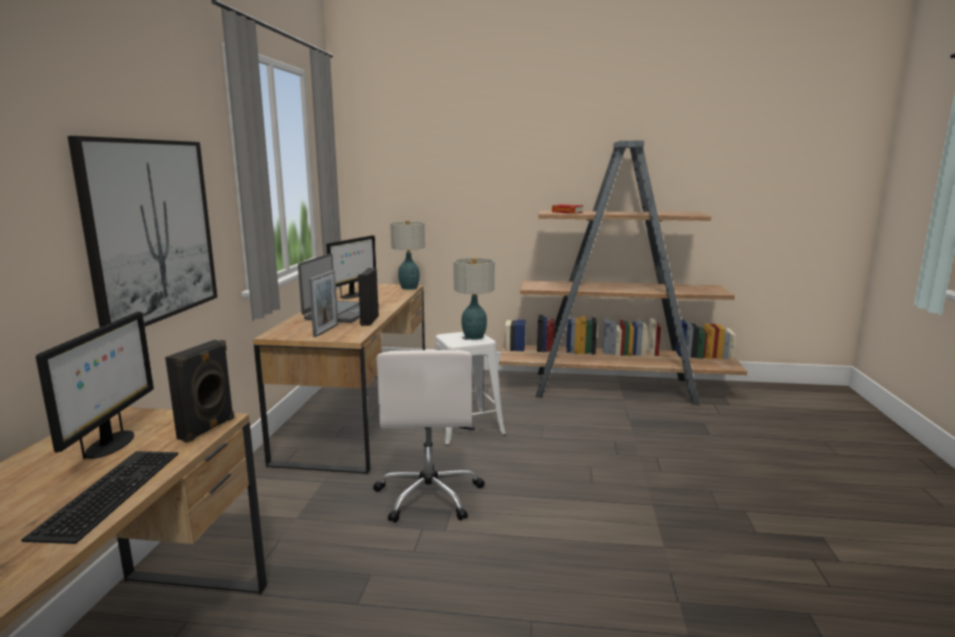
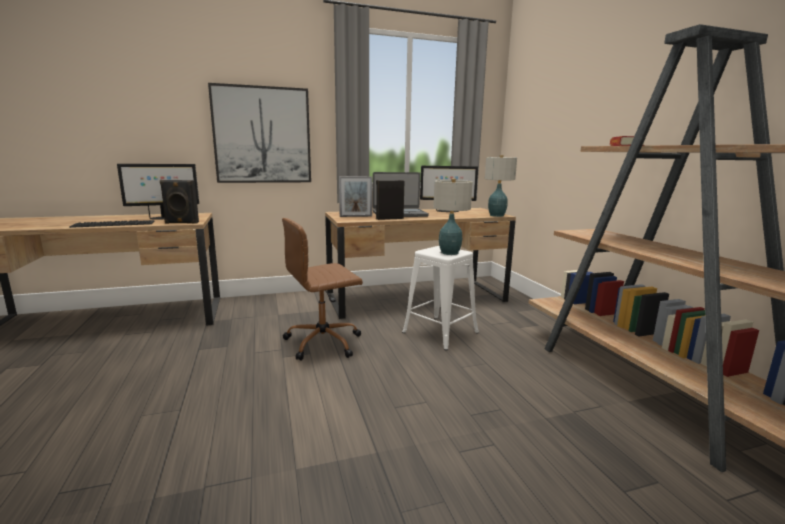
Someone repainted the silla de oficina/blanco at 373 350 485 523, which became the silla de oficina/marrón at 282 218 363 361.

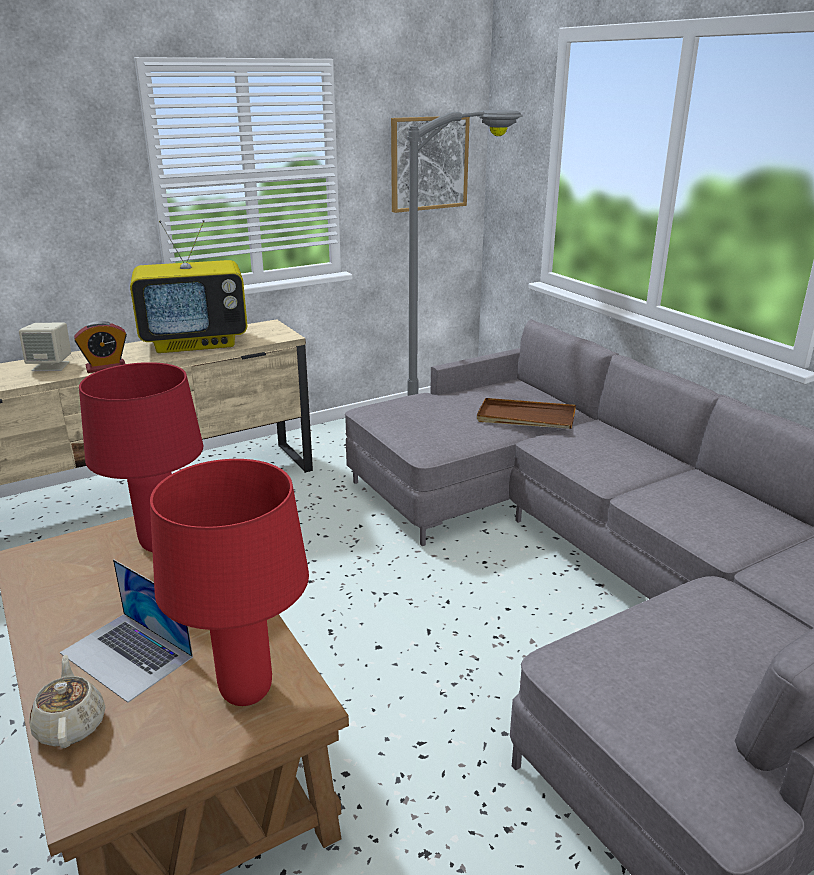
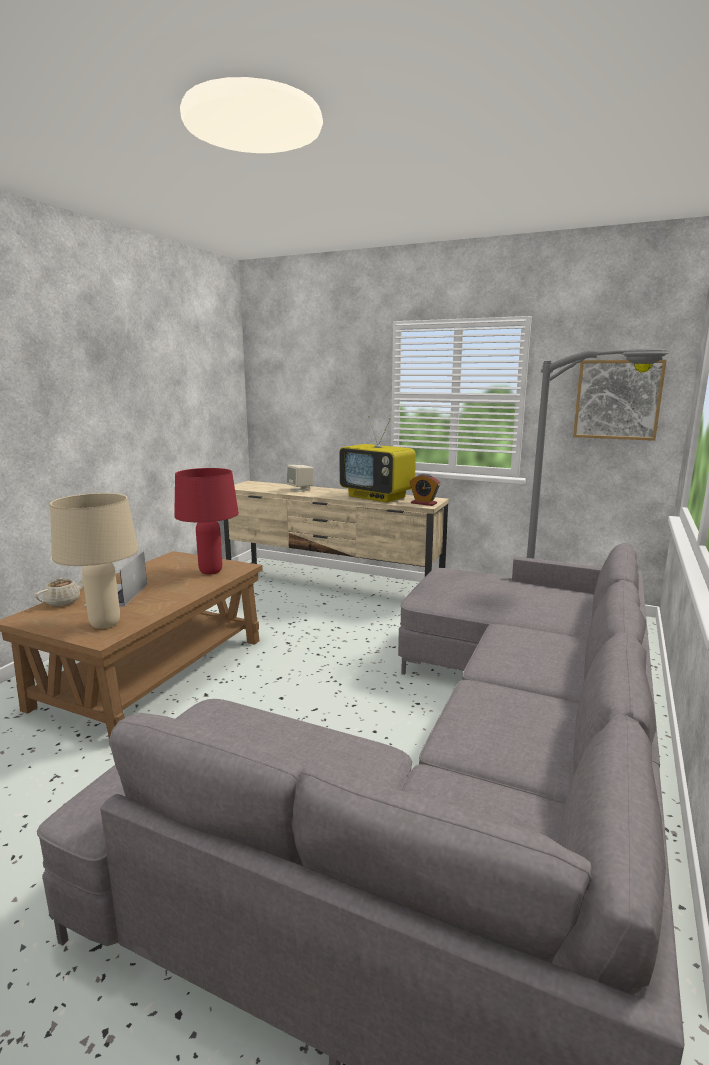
Someone repainted the lámpara de mesa/rojo at 150 459 309 706, which became the lámpara de mesa/beis at 50 493 139 629. Someone carried the despertador from 74 321 127 373 to 410 474 440 506. Someone took away the bandeja/marrón at 477 398 576 429.

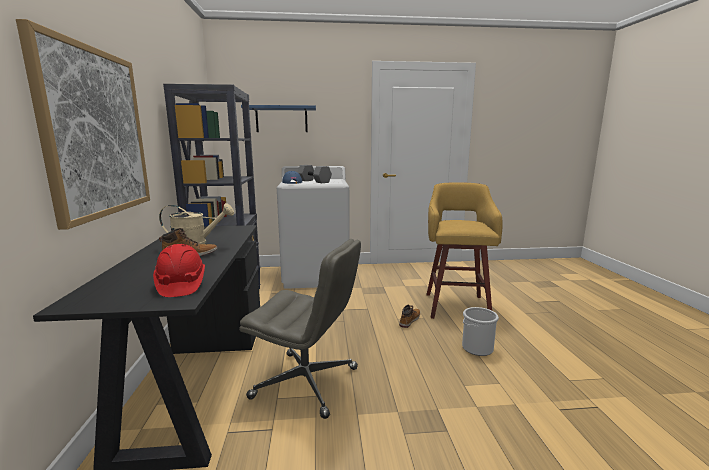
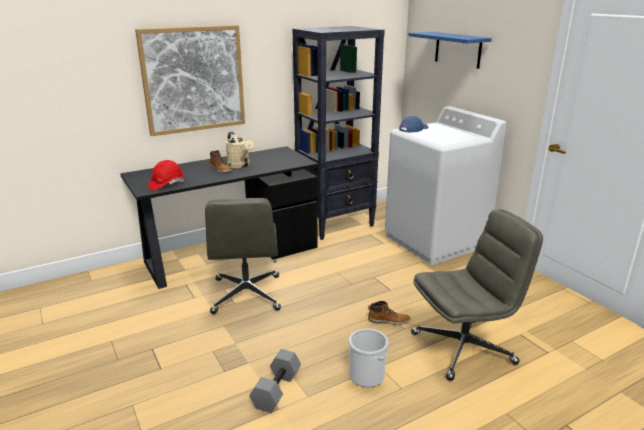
Someone carried the mancuerna/gris from 297 165 332 183 to 249 349 301 413. Someone swapped the taburete/amarillo at 427 182 503 319 for the silla de oficina/gris at 411 209 543 381.

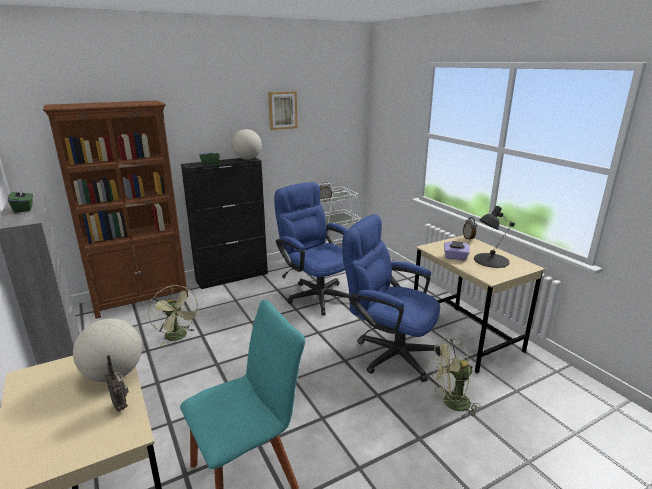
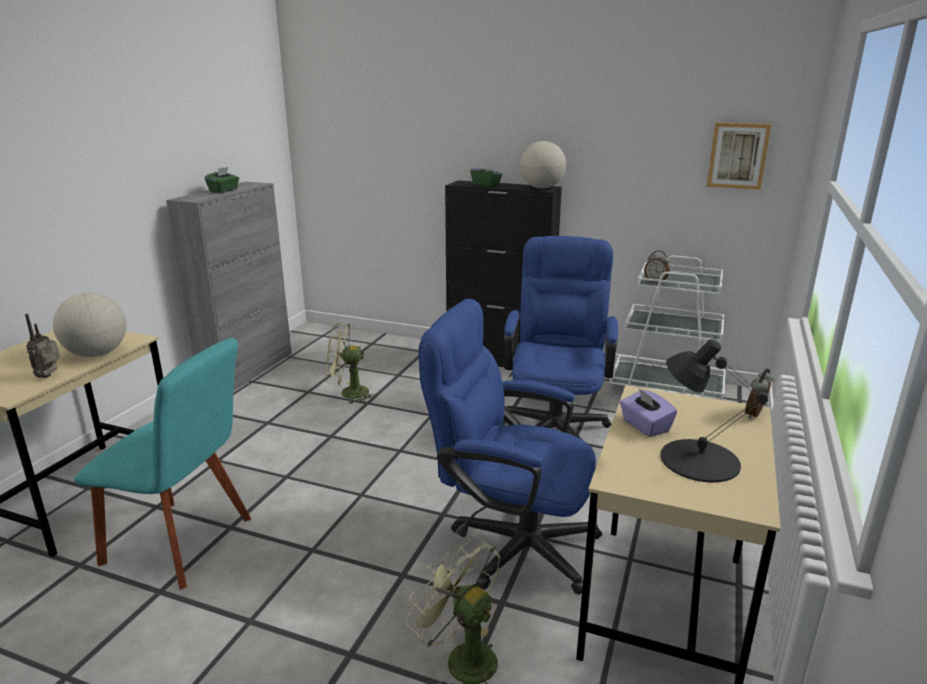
Someone rotated the ventilador/verde at 148 285 200 346 by 75 degrees clockwise. Someone rotated the silla de oficina/azul at 342 214 442 382 by 60 degrees counterclockwise. Someone carried the cuadro from 268 91 298 130 to 707 123 771 190. Someone took away the estantería/marrón at 43 100 188 319.

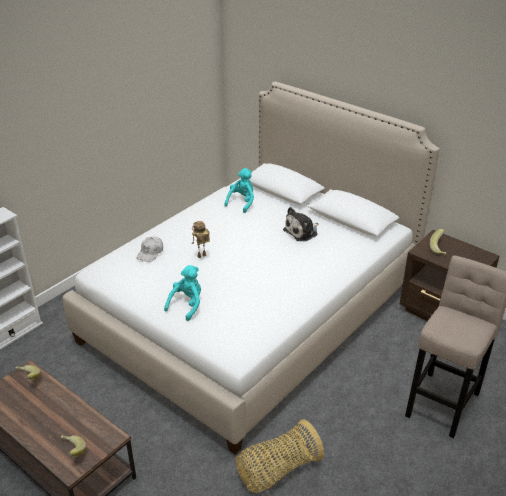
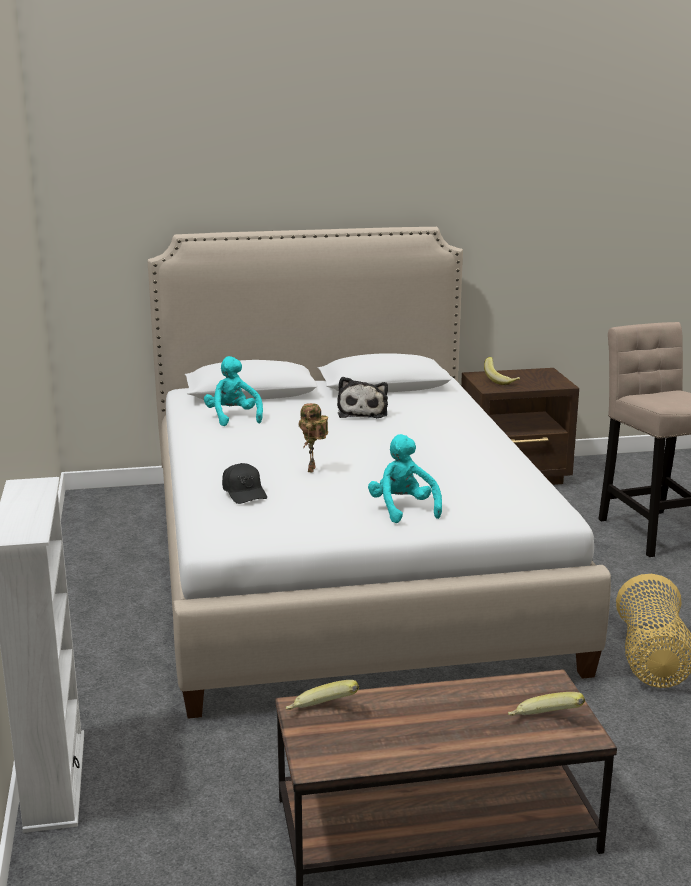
Someone repainted the gorra/blanco at 137 236 163 262, which became the gorra/negro at 222 463 267 504.

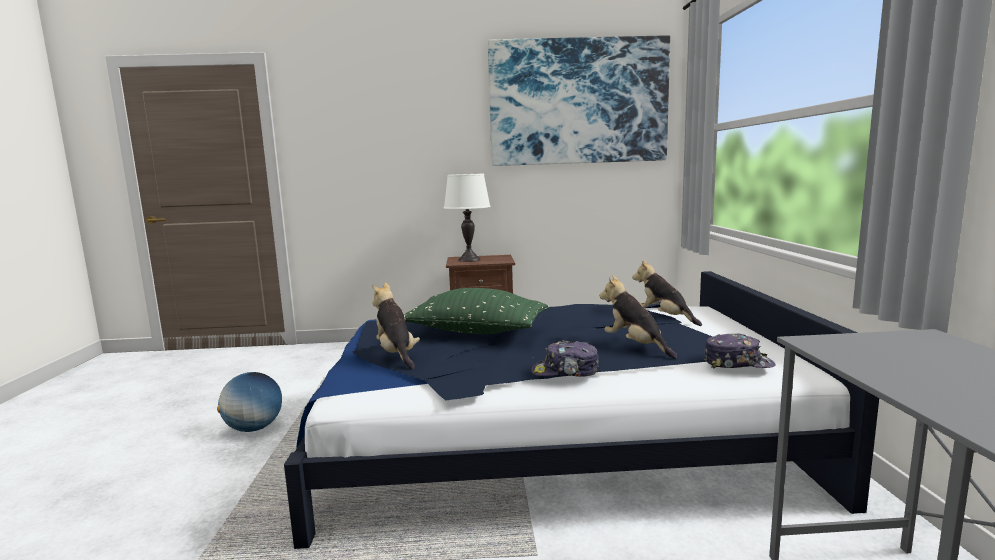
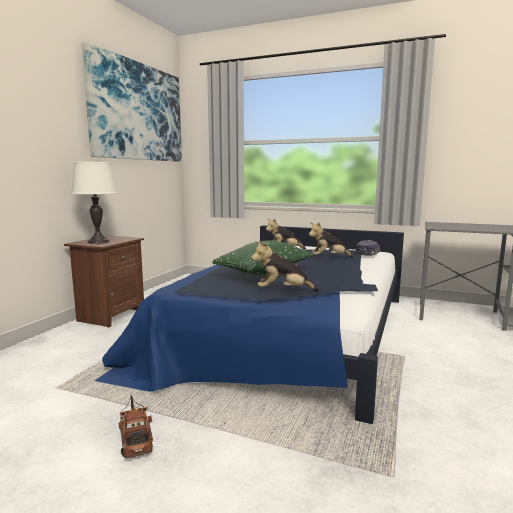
Someone swapped the globo terráqueo at 217 372 282 432 for the camión de juguete at 119 394 153 459. Someone took away the gorra at 531 340 600 377.

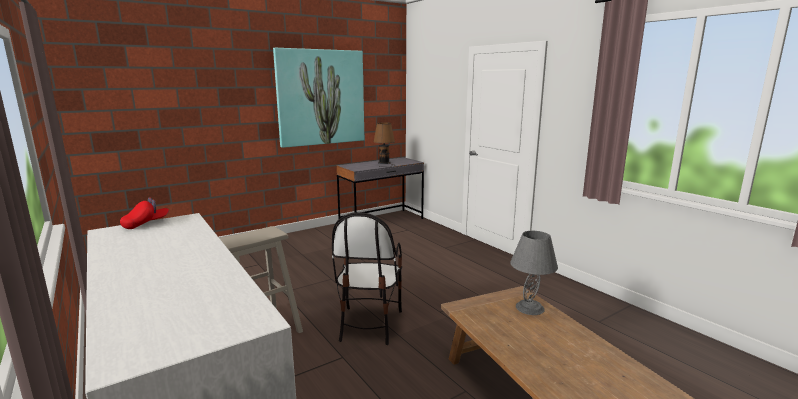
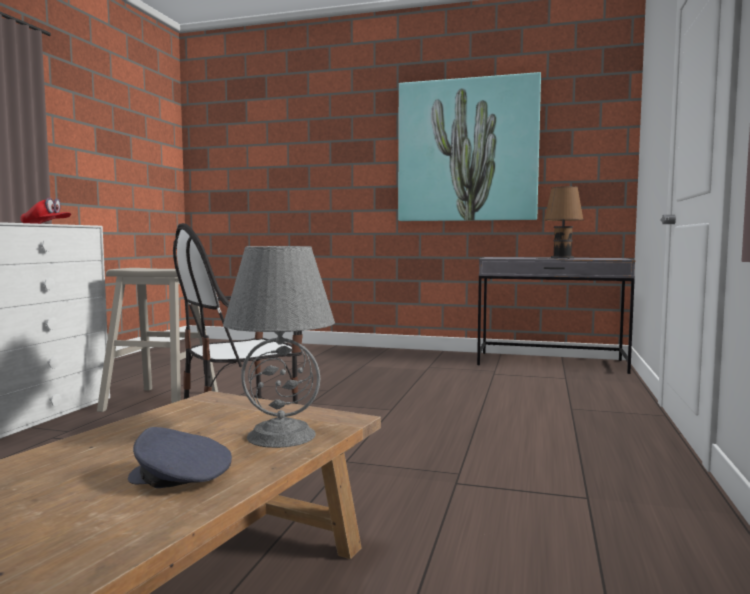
Someone put down the gorra/gris at 128 427 232 488.

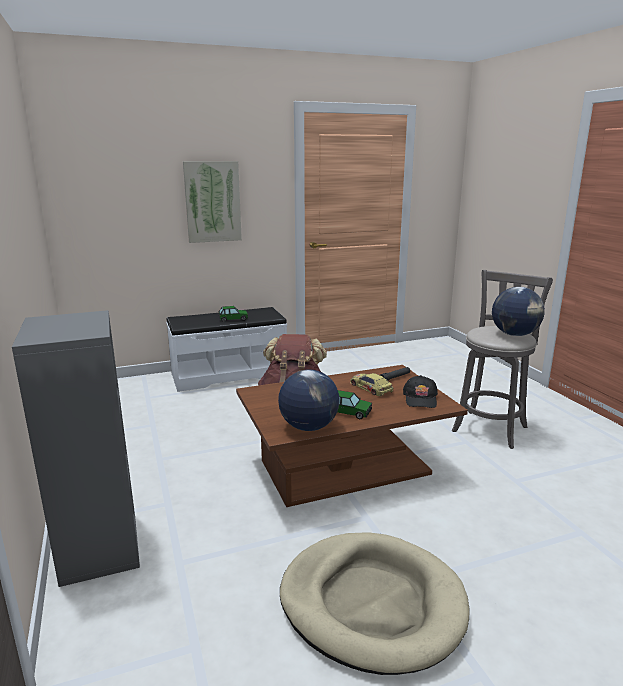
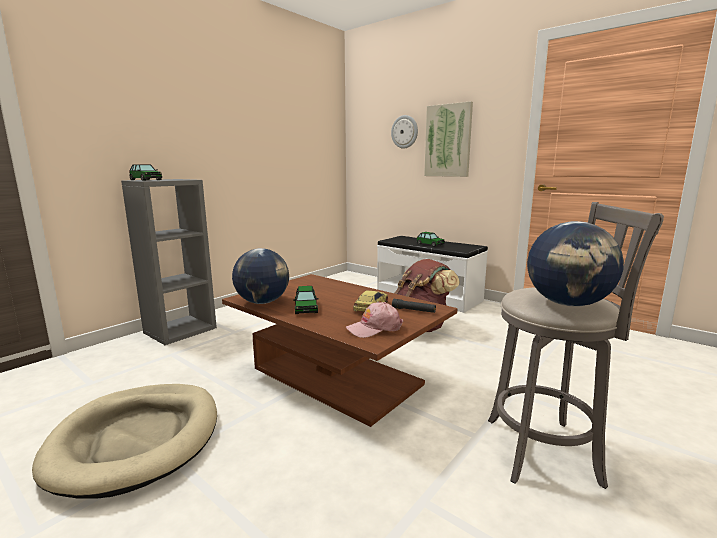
Someone put down the coche de juguete at 129 164 162 181. Someone repainted the gorra/negro at 403 375 438 408, which became the gorra/rosa at 346 302 403 338. Someone put up the reloj de pared at 391 115 418 149.

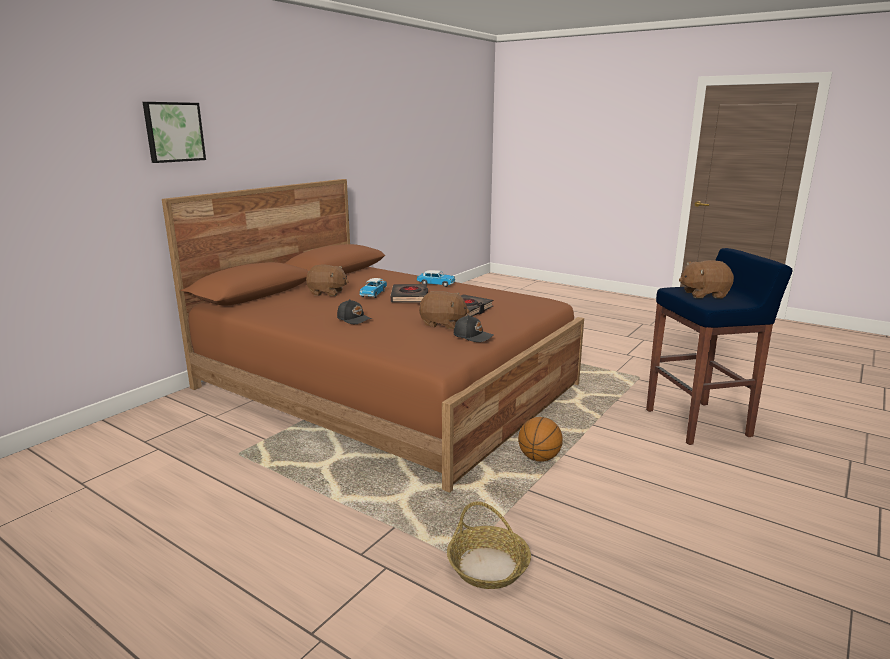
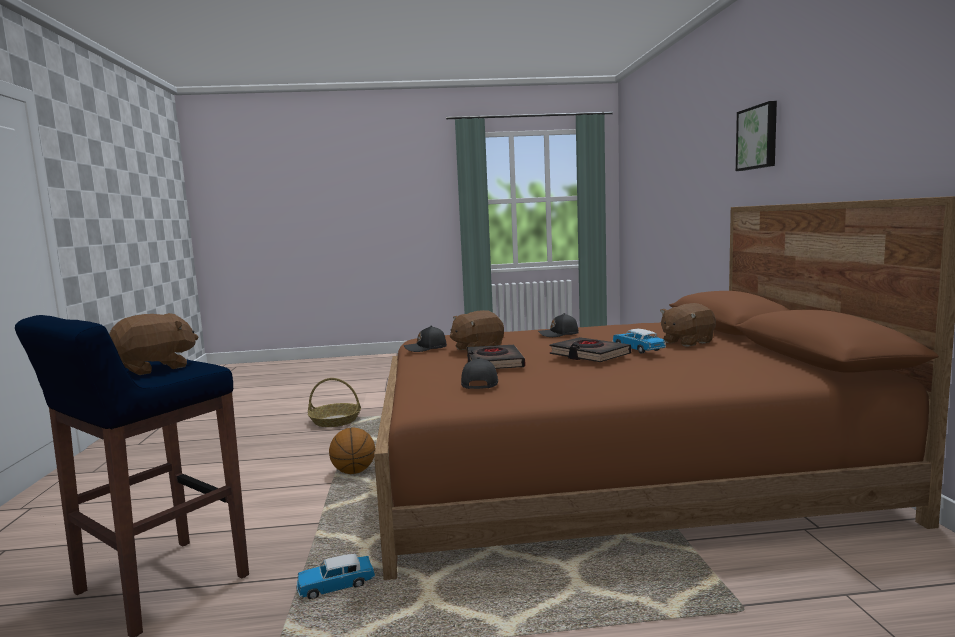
Someone carried the coche de juguete from 417 270 456 287 to 296 554 375 599. Someone put down the gorra/negro at 461 357 498 389.

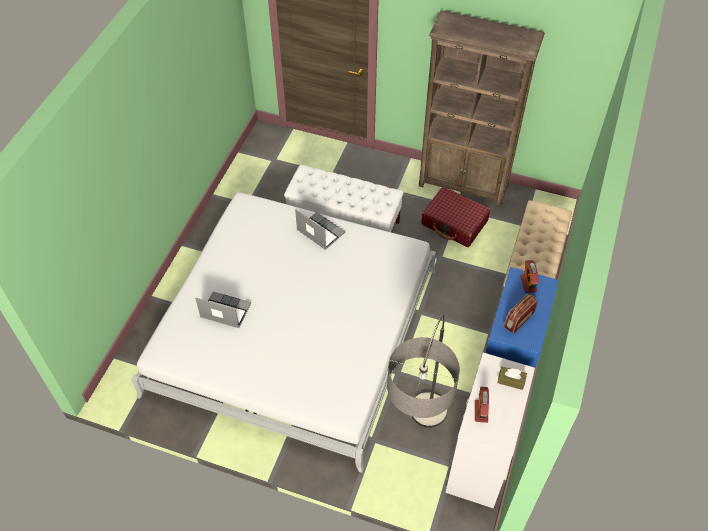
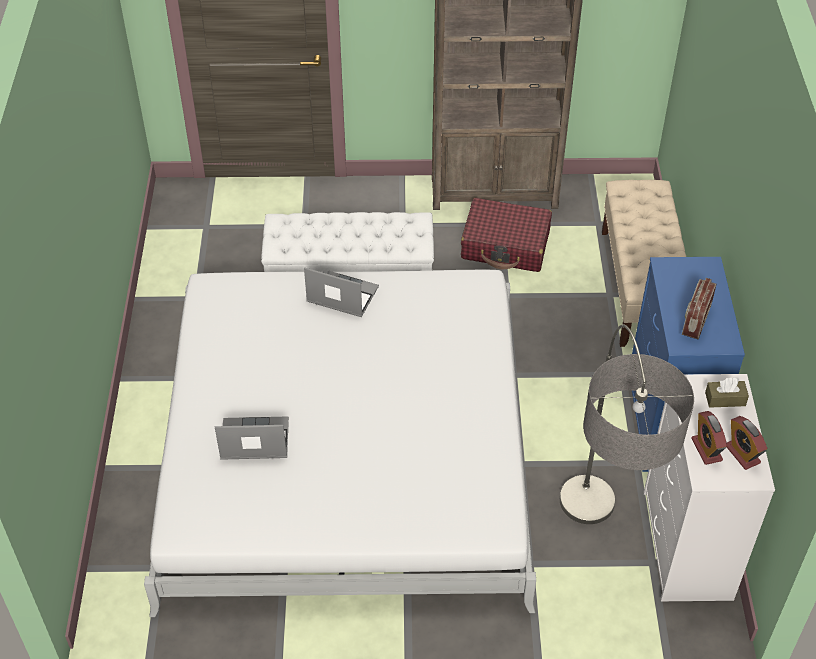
Someone carried the despertador from 520 260 539 293 to 727 416 767 470.

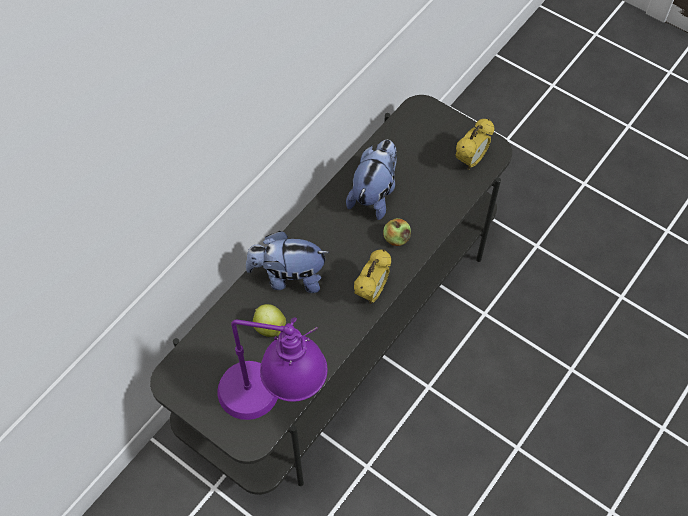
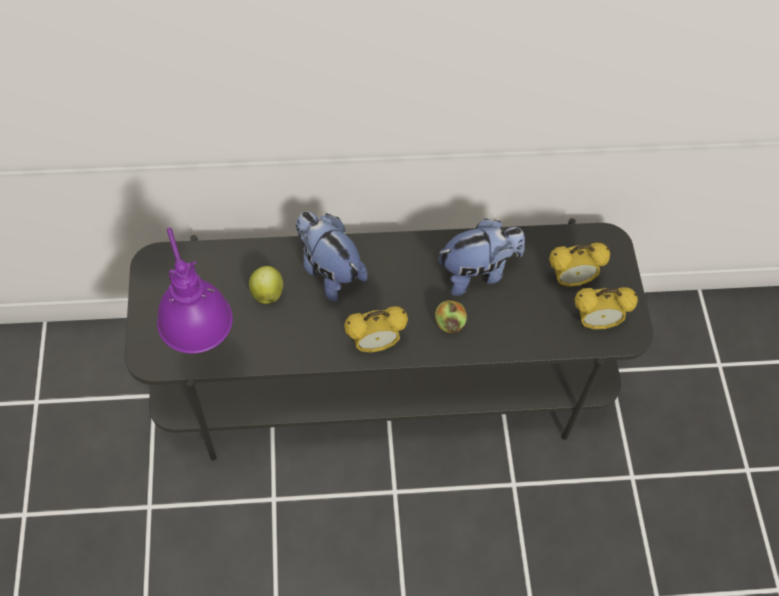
Someone put down the despertador at 549 243 610 287.

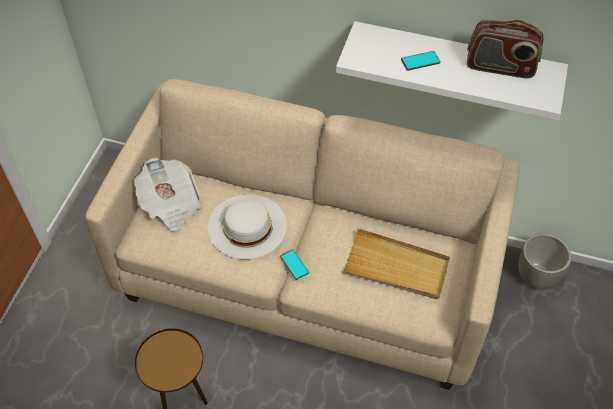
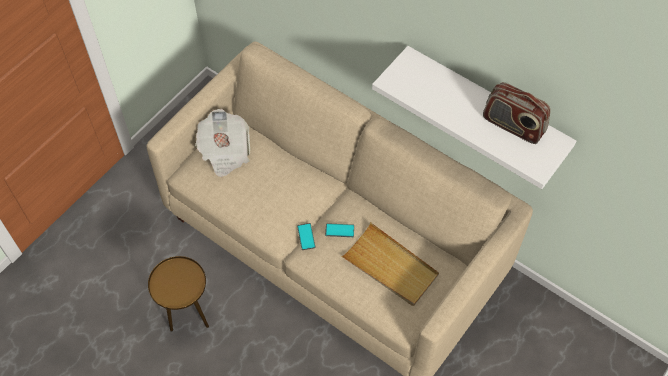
Someone carried the móvil from 401 51 440 71 to 325 223 354 237. Someone took away the sombrero/blanco at 208 194 287 260. Someone took away the maceta at 518 233 571 289.

